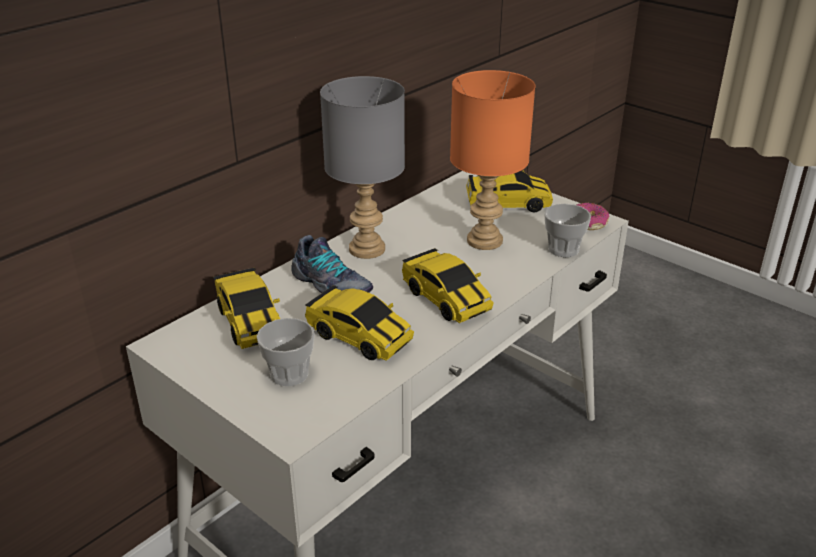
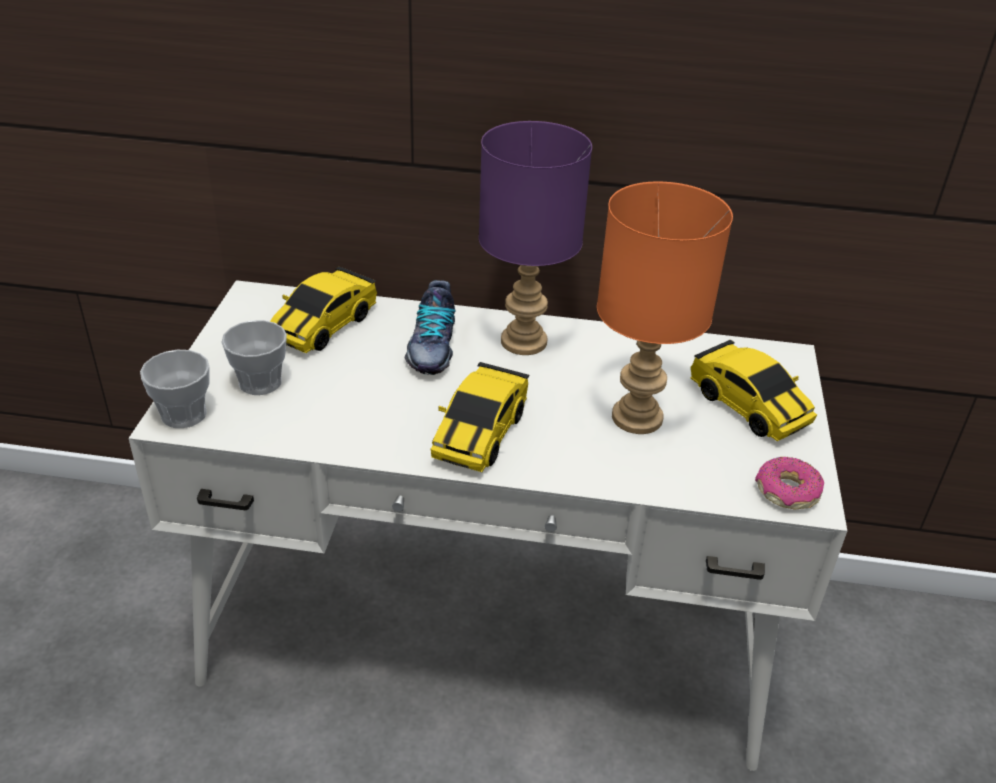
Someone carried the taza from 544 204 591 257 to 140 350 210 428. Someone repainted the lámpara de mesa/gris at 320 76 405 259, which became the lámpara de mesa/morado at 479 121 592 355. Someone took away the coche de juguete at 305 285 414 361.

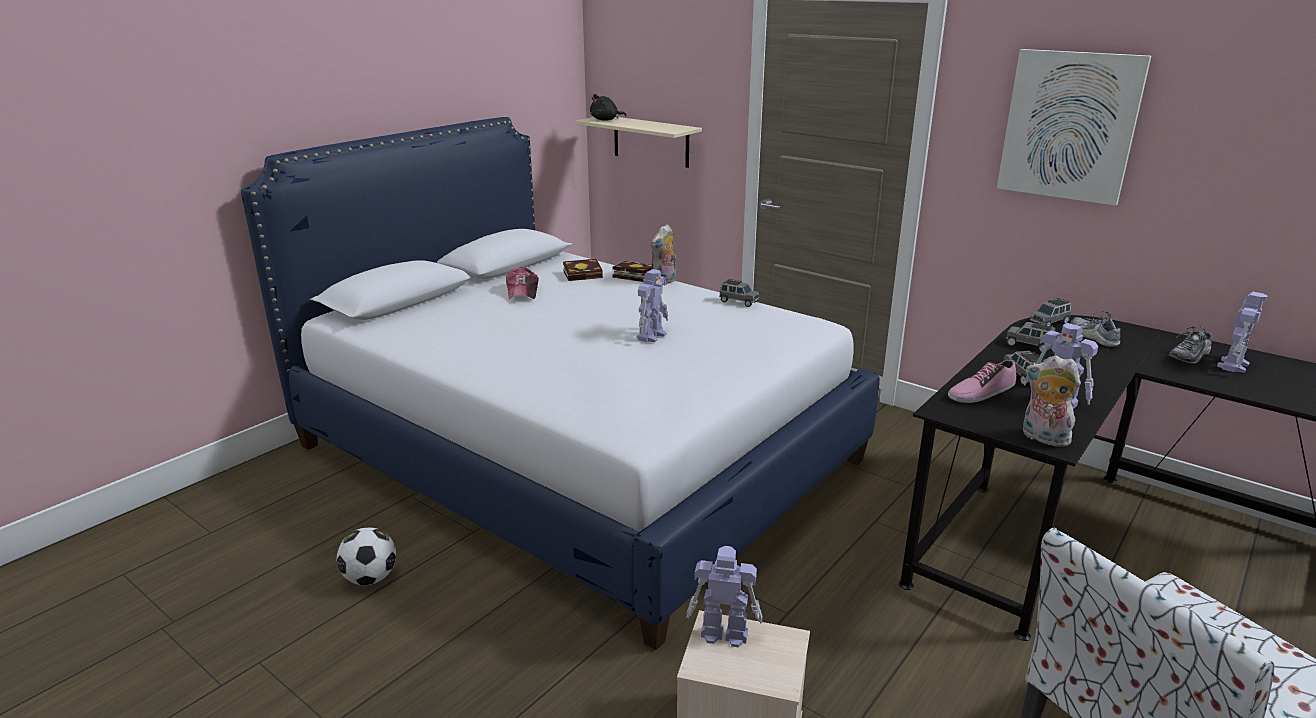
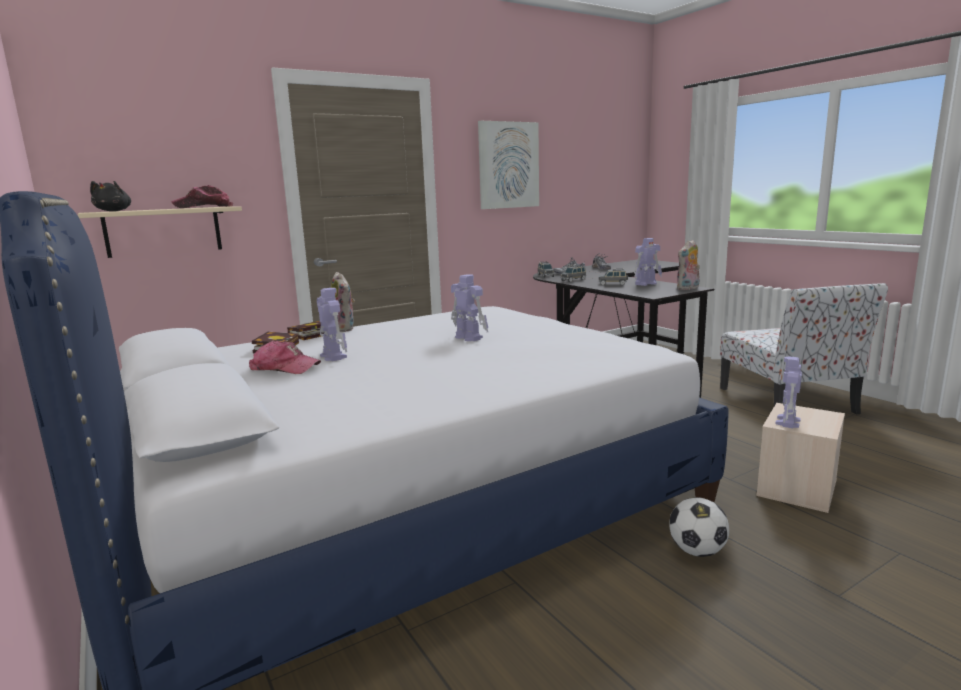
Someone put down the gorra at 171 185 233 208. Someone carried the robot de juguete from 1217 292 1267 373 to 317 288 347 361. Someone carried the balón de fútbol from 337 528 396 585 to 669 497 729 557. Someone took away the coche de juguete/gris at 719 279 759 307. Someone took away the zapato at 948 360 1016 403.

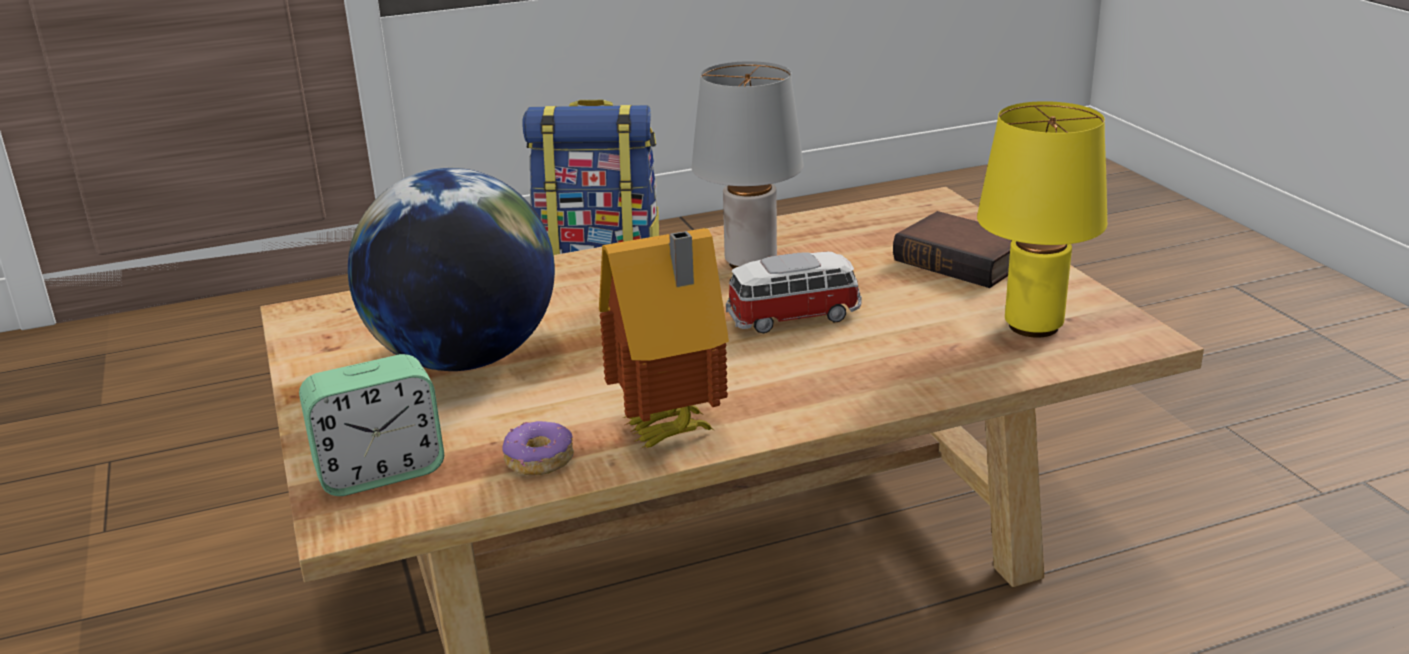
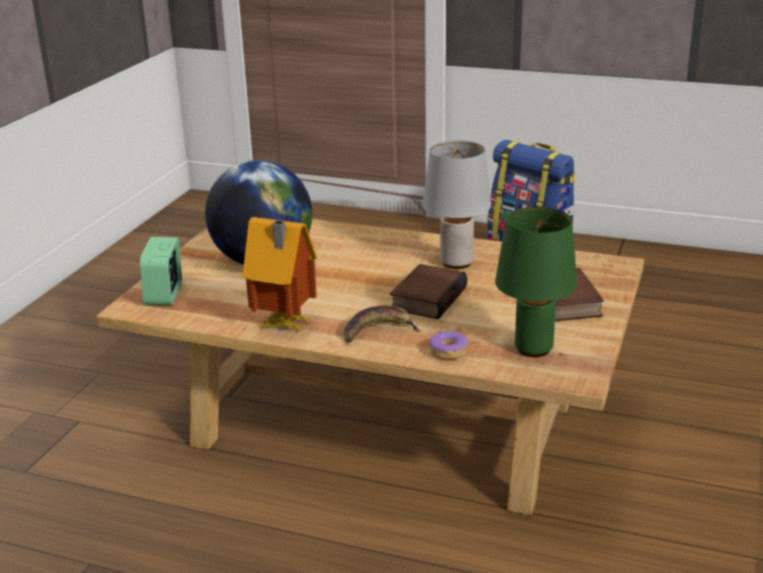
Someone rotated the despertador at 299 354 444 496 by 75 degrees clockwise. Someone put down the plátano at 343 305 421 343. Someone swapped the coche de juguete at 726 252 862 333 for the libro at 390 264 467 319. Someone carried the rosquilla from 502 421 574 475 to 429 330 468 360. Someone repainted the lámpara de mesa/amarillo at 977 101 1107 338, which became the lámpara de mesa/verde at 495 207 577 357.

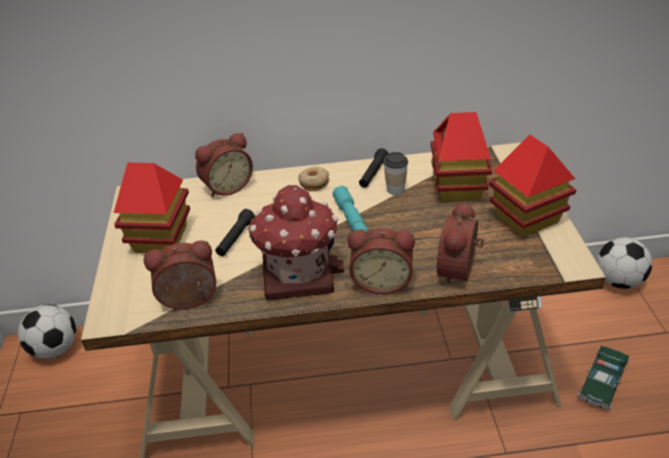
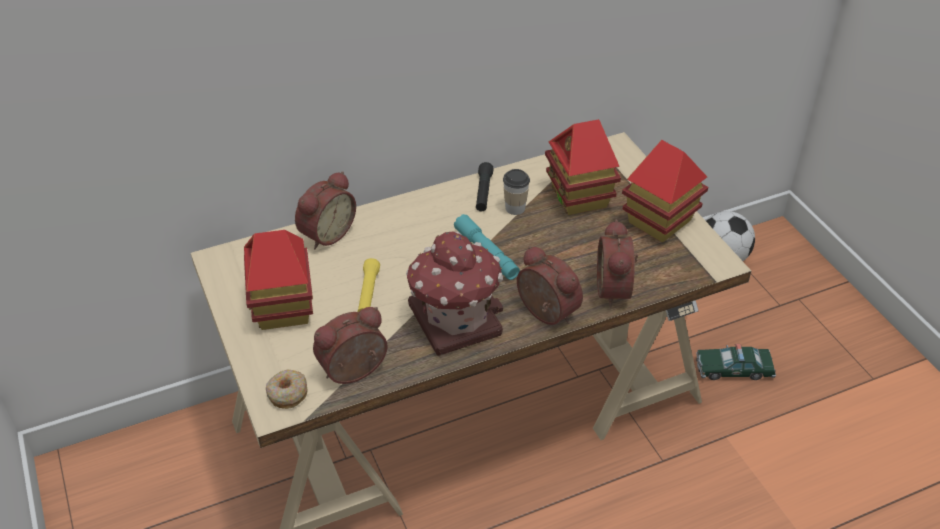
Someone carried the rosquilla from 298 167 329 191 to 266 369 308 409. Someone repainted the linterna/negro at 215 209 255 256, which became the linterna/amarillo at 358 258 380 312. Someone rotated the despertador at 348 228 415 294 by 120 degrees counterclockwise. Someone rotated the coche de juguete at 578 346 630 410 by 75 degrees clockwise. Someone took away the balón de fútbol at 18 305 76 359.

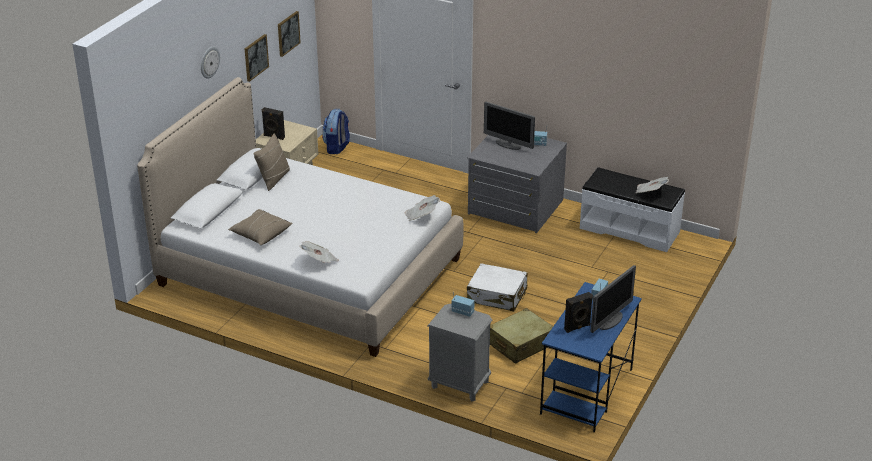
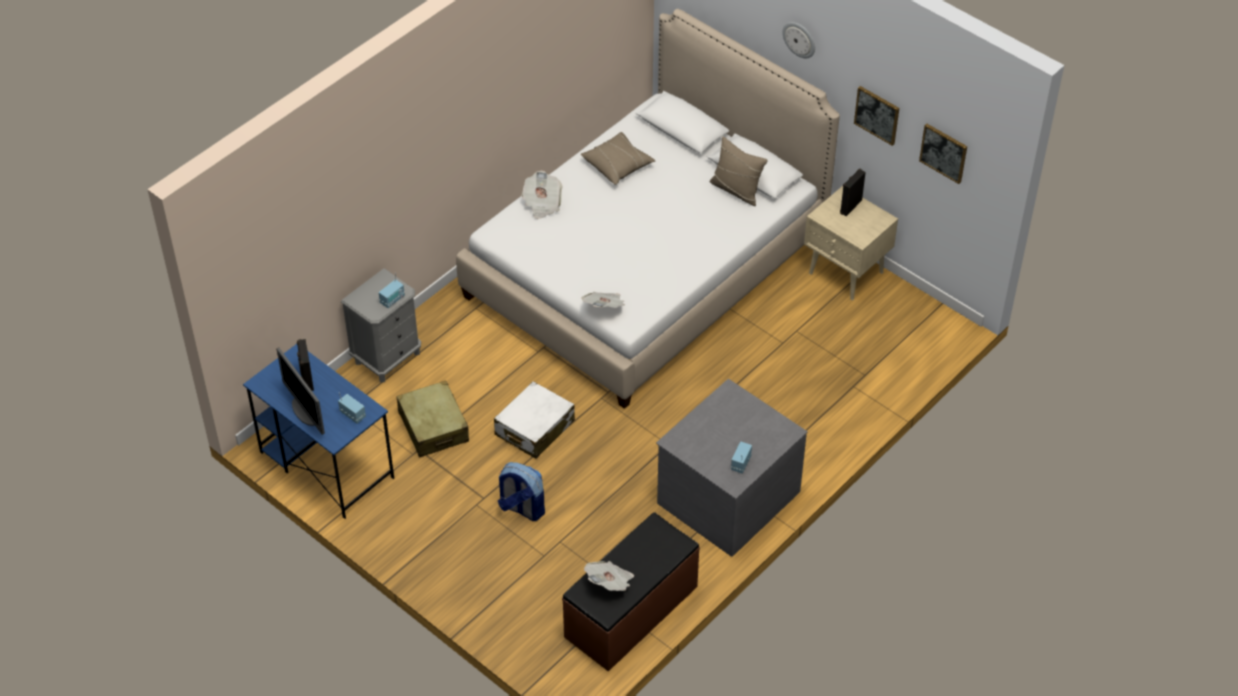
Someone carried the mochila from 322 109 350 154 to 498 462 545 521. Someone repainted the banco/blanco at 580 167 685 252, which became the banco/marrón at 562 512 700 671. Someone took away the monitor at 484 102 535 150.

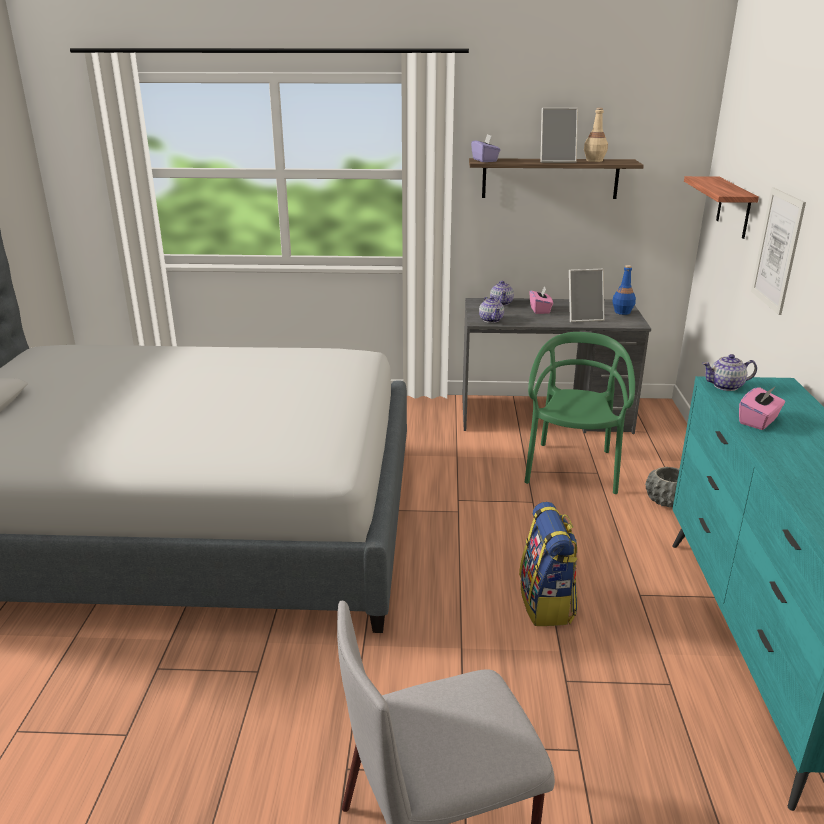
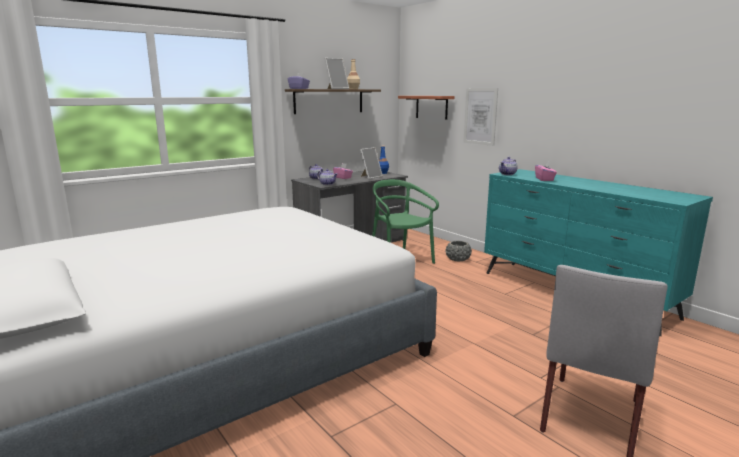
Someone took away the mochila at 519 502 578 626.

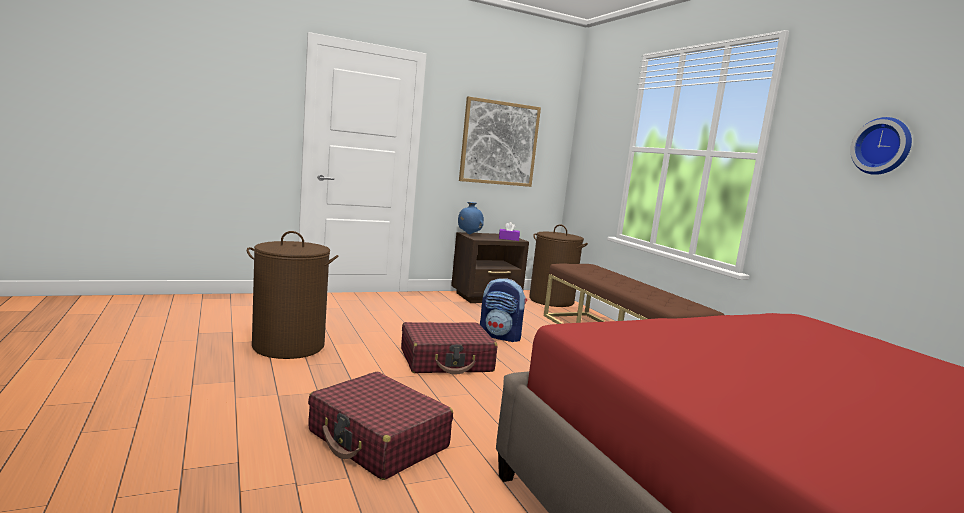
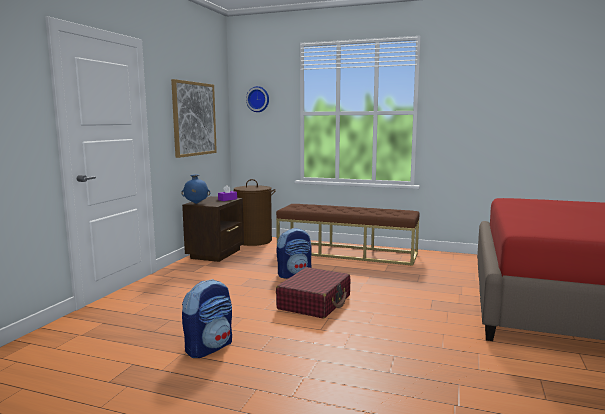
Someone swapped the cesto de la ropa/marrón at 247 231 338 359 for the mochila at 182 279 232 358. Someone carried the reloj de pared from 850 117 912 175 to 246 86 269 112. Someone took away the maleta/rojo at 308 372 453 480.

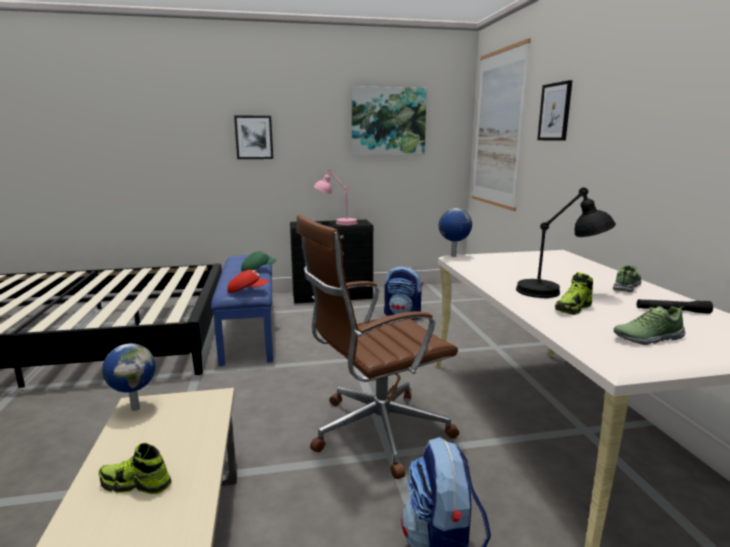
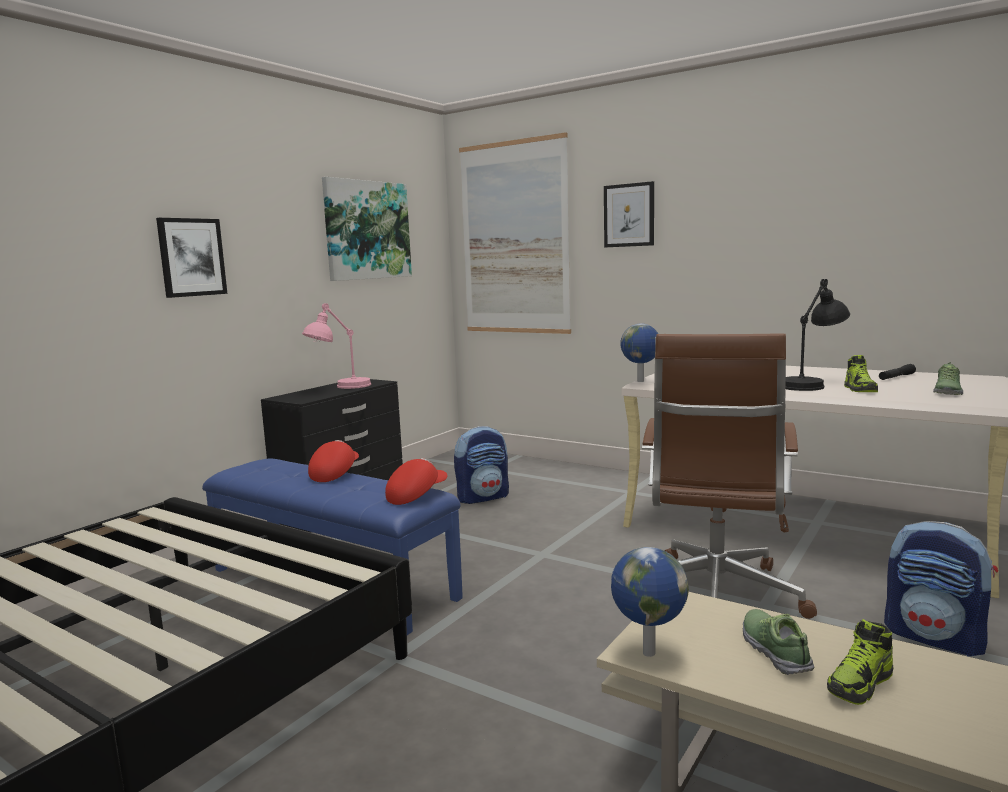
Someone repainted the gorra/verde at 241 251 276 272, which became the gorra/rojo at 308 440 359 482. Someone carried the zapato from 613 265 642 292 to 743 609 815 675.

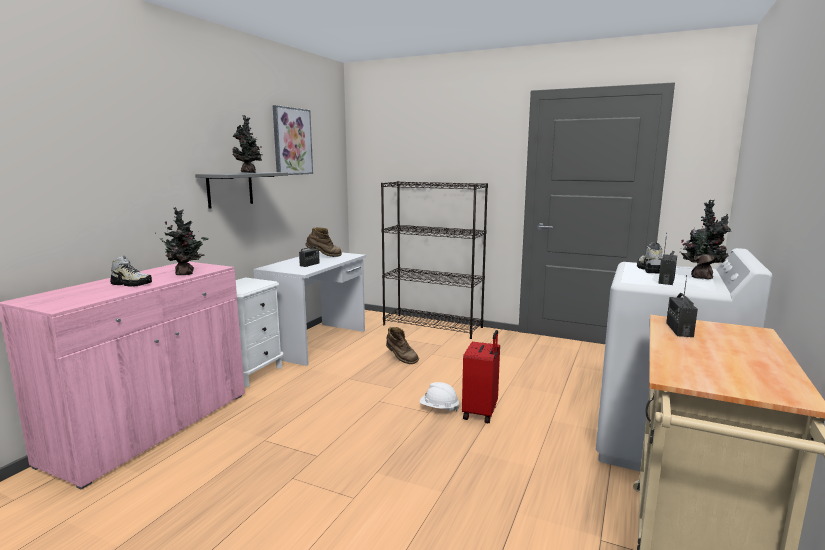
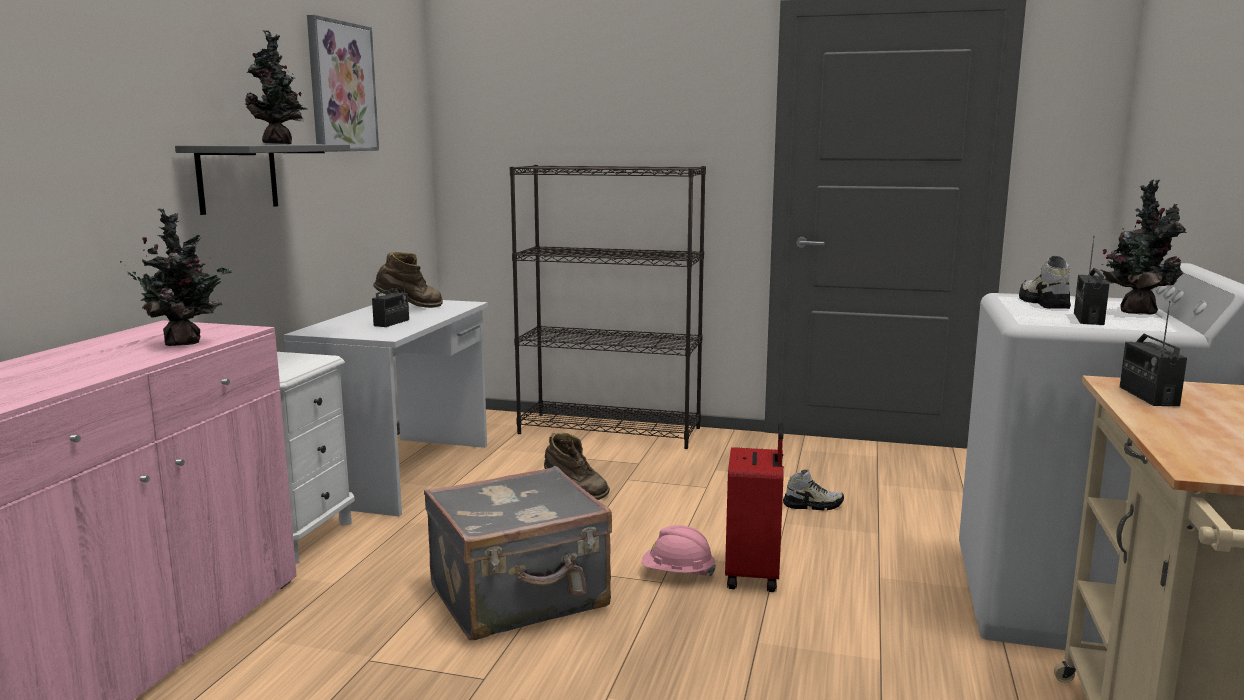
Someone put down the maleta/gris at 424 466 612 640. Someone repainted the casco/blanco at 420 382 460 411, which became the casco/rosa at 642 525 716 576. Someone carried the zapato from 110 256 152 287 to 783 469 844 511.

